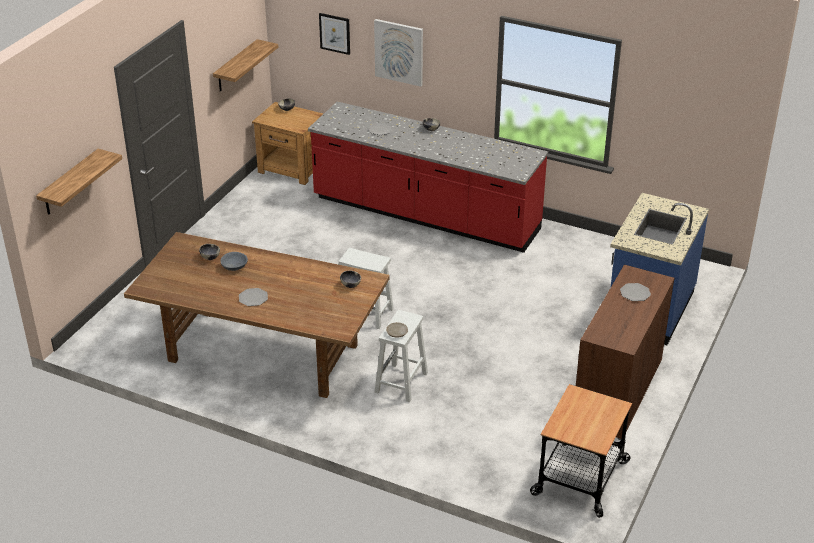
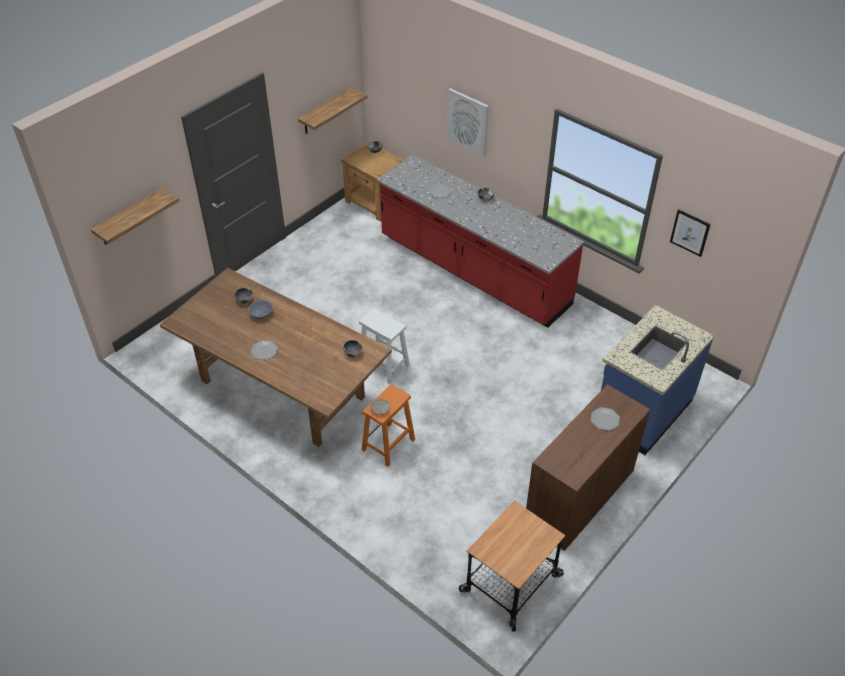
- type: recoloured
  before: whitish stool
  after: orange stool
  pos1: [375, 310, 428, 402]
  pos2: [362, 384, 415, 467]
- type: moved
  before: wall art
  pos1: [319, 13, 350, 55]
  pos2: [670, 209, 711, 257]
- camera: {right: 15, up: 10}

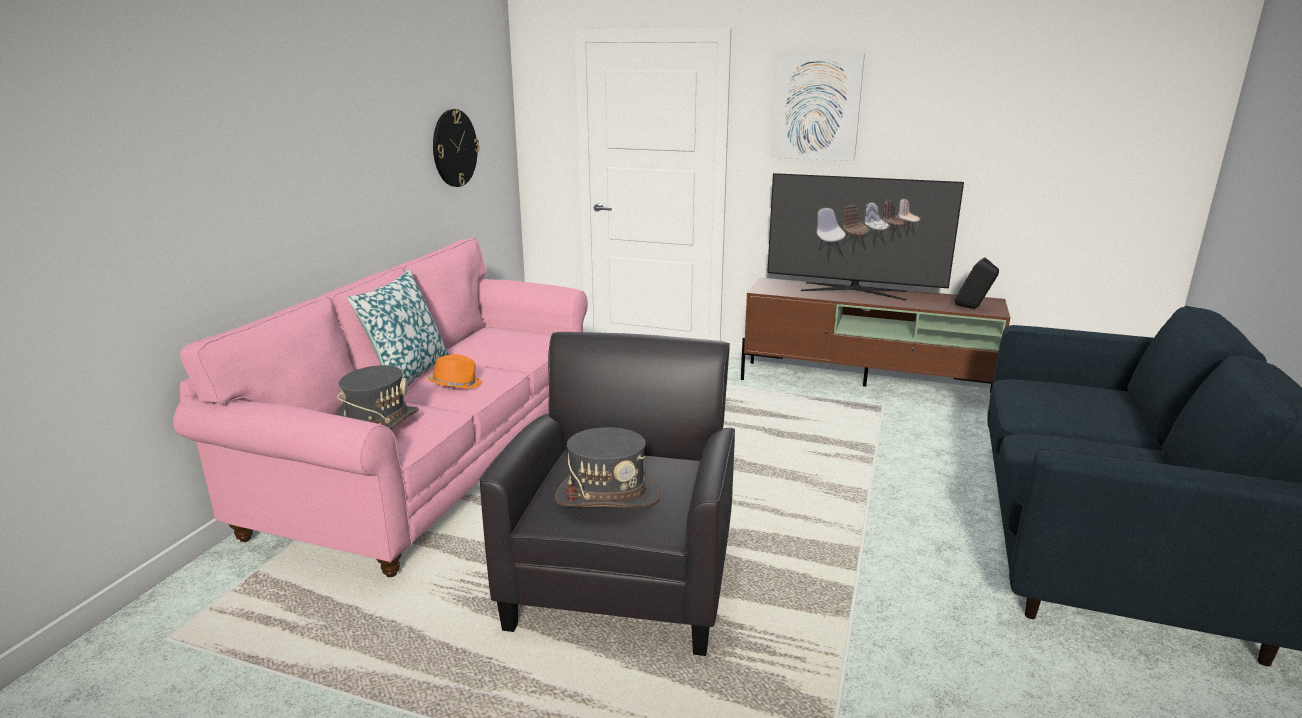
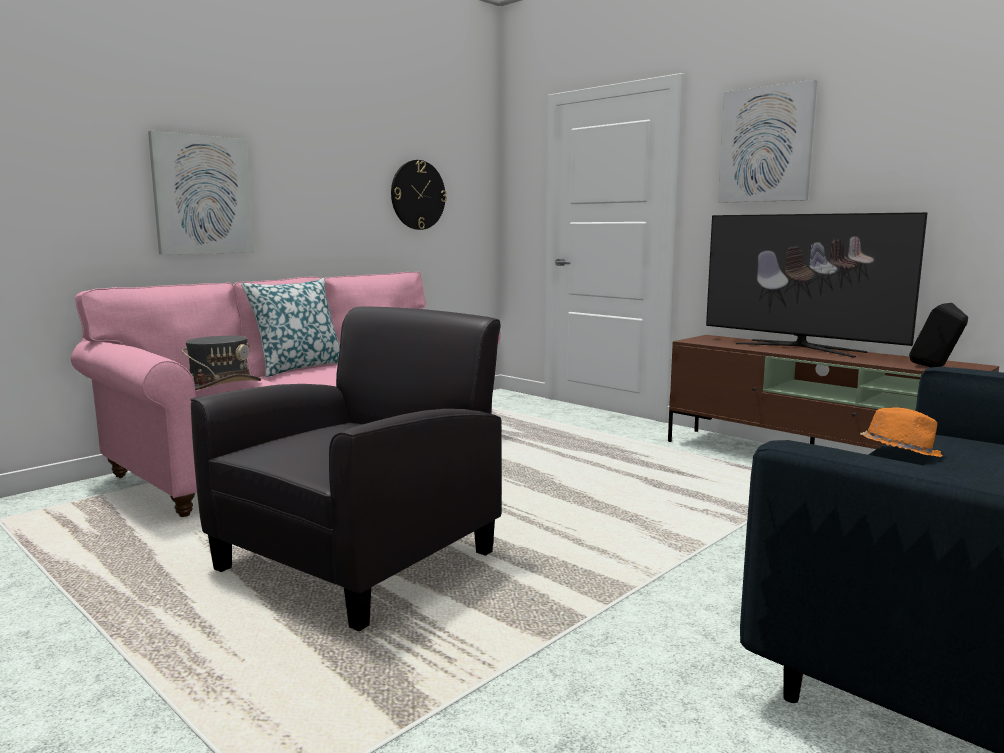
- type: added
  after: wall art
  pos2: [148, 131, 254, 255]
- type: moved
  before: orange hat
  pos1: [428, 354, 483, 389]
  pos2: [860, 407, 943, 457]
- type: removed
  before: gray hat
  pos1: [555, 427, 660, 507]
- camera: {right: 25, up: -10}

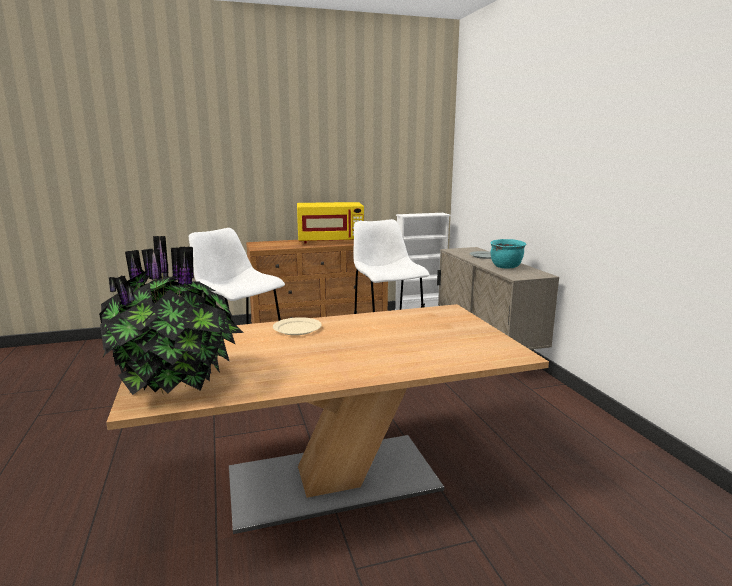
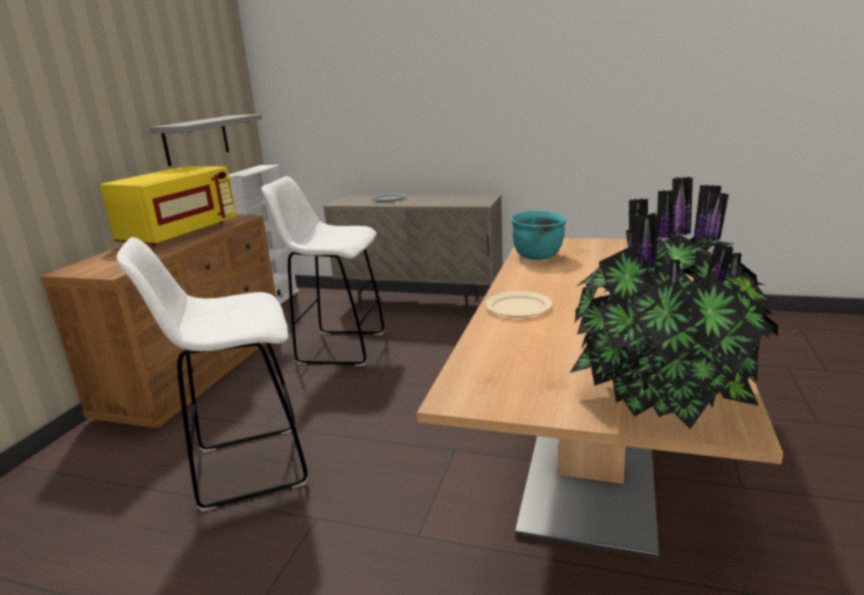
- type: added
  after: gray shelf
  pos2: [149, 114, 262, 166]
- type: moved
  before: blue-green cooking pot
  pos1: [490, 239, 526, 268]
  pos2: [511, 211, 567, 260]
- camera: {right: -55, up: 5}

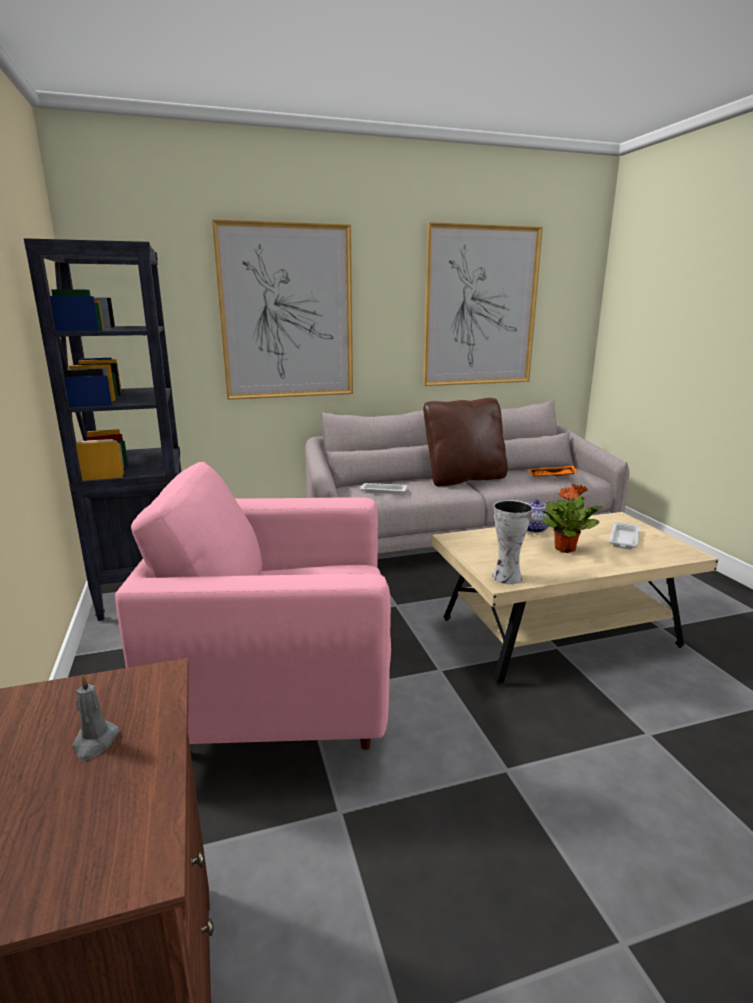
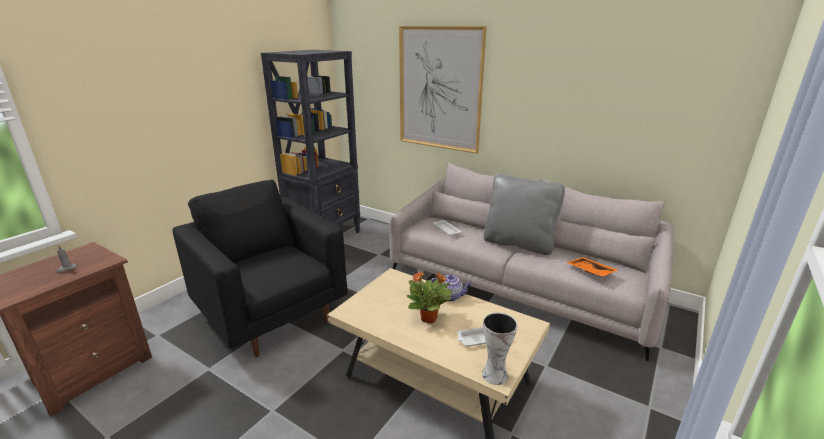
- type: recoloured
  before: pink armchair
  after: black-coloured armchair
  pos1: [115, 462, 391, 750]
  pos2: [172, 179, 348, 357]
- type: moved
  before: flower vase
  pos1: [492, 500, 533, 584]
  pos2: [482, 312, 518, 385]
- type: recoloured
  before: brownish pillow
  after: gray pillow
  pos1: [423, 398, 508, 487]
  pos2: [484, 174, 565, 255]
- type: removed
  before: wall art
  pos1: [423, 222, 543, 386]
- camera: {right: 50, up: 5}

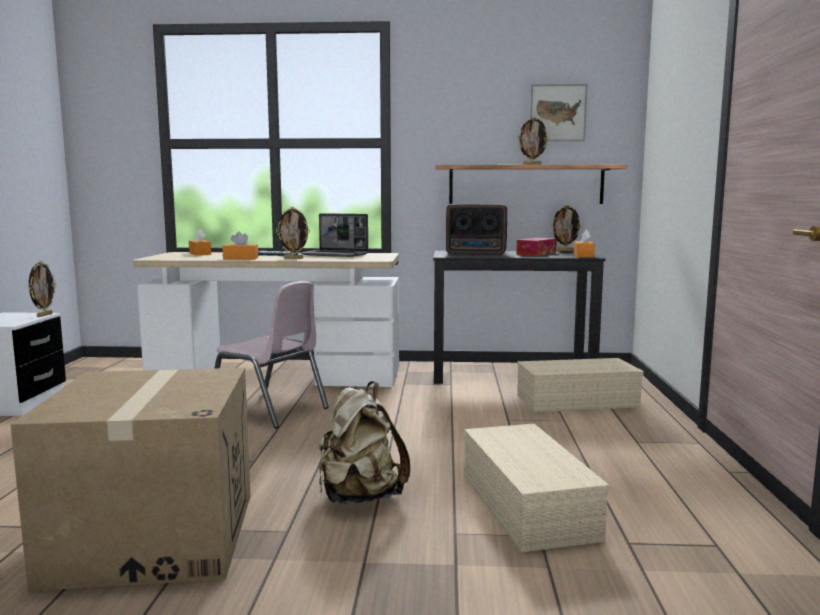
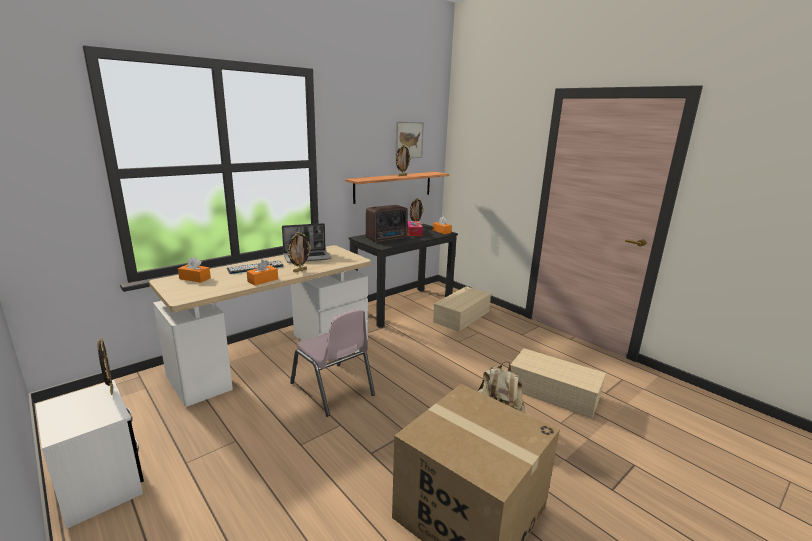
- type: turned
  before: pink upright chair
  pos1: [215, 281, 329, 429]
  pos2: [290, 309, 375, 417]
  turn: 60
- camera: {right: -45, up: 10}

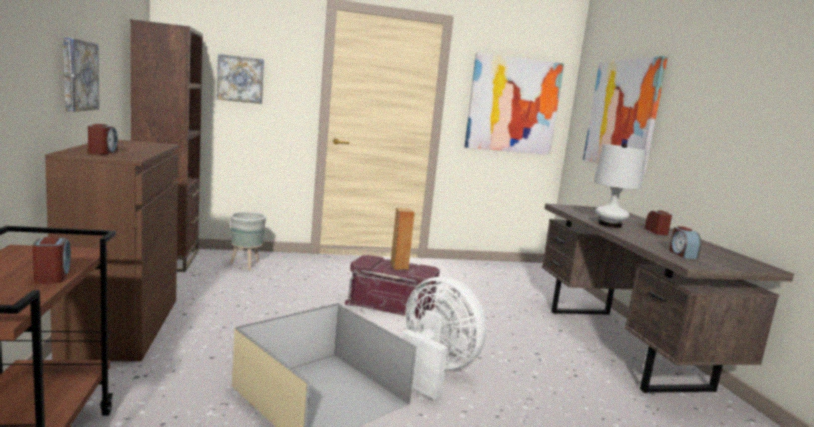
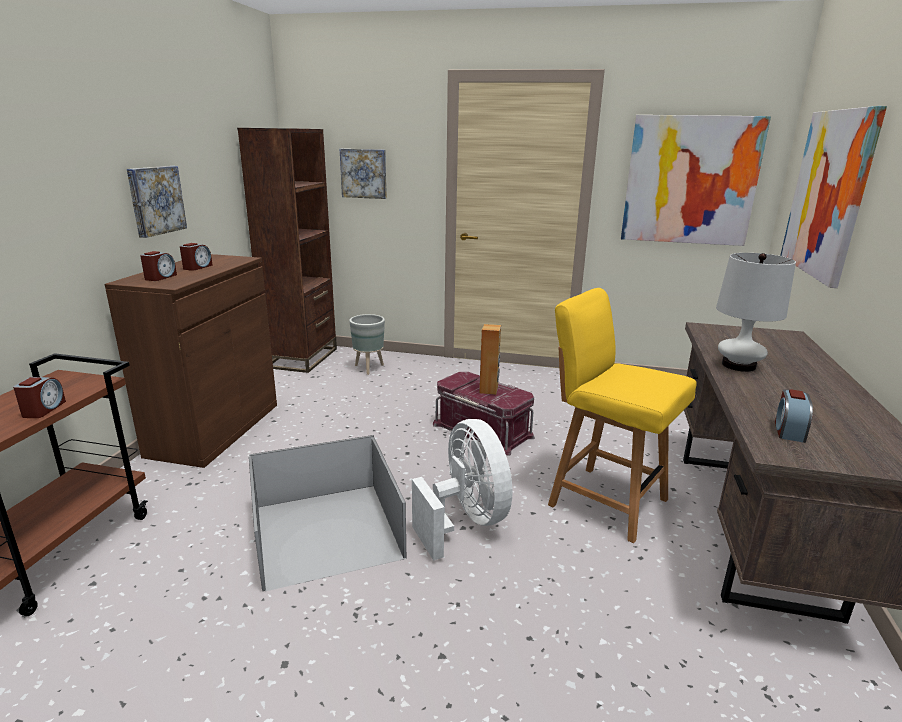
- type: moved
  before: table clock
  pos1: [644, 210, 672, 235]
  pos2: [180, 243, 213, 271]
- type: added
  after: yellow upright chair
  pos2: [548, 288, 697, 543]
- camera: {right: 25, up: 10}

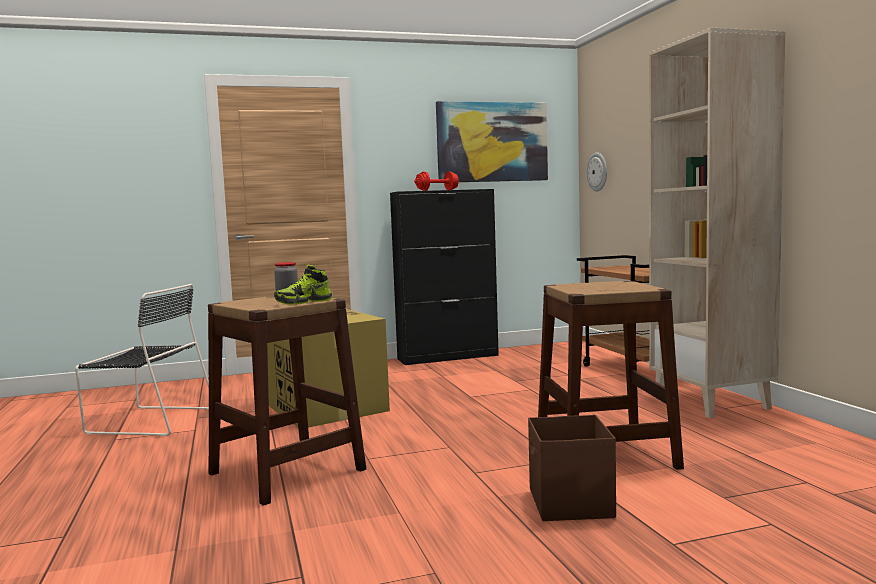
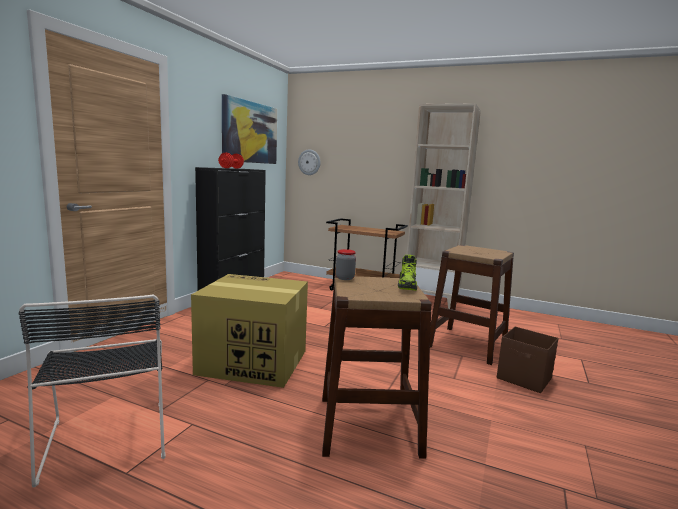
- type: turned
  before: black-coloured upright chair
  pos1: [75, 284, 209, 436]
  pos2: [18, 294, 166, 488]
  turn: 105
- camera: {right: -50, up: 5}

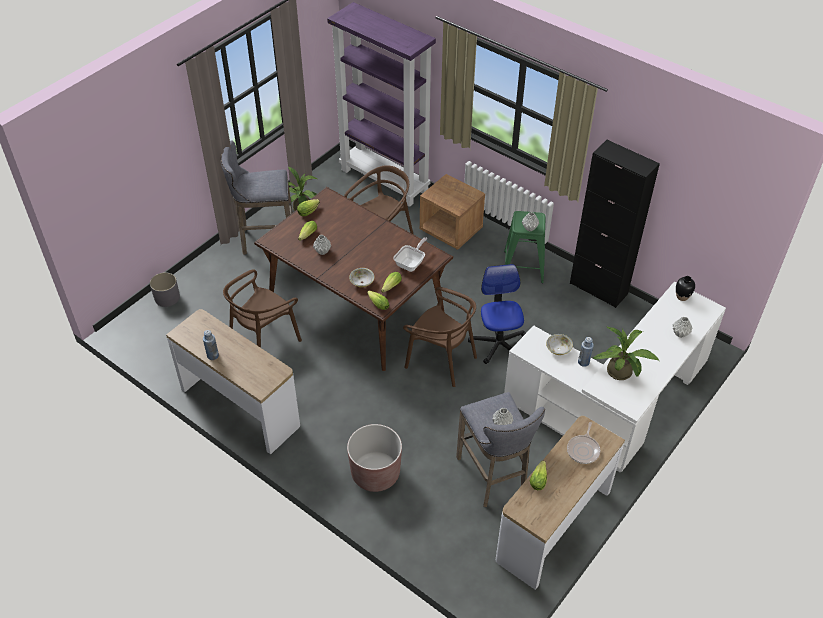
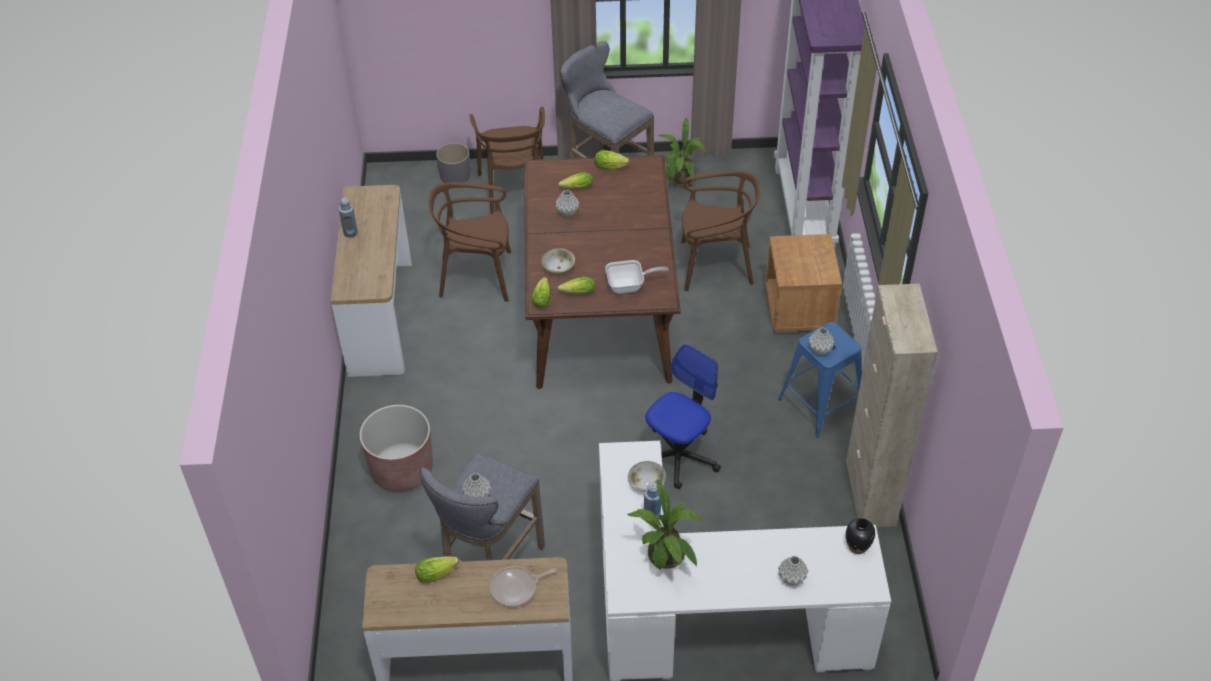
- type: moved
  before: brownish upright chair
  pos1: [403, 287, 477, 387]
  pos2: [470, 107, 545, 214]
- type: recoloured
  before: greenish stool
  after: blue stool
  pos1: [504, 211, 546, 283]
  pos2: [778, 322, 862, 437]
- type: recoloured
  before: black-coloured cupboard
  after: beige cupboard
  pos1: [570, 140, 660, 308]
  pos2: [846, 284, 938, 527]
- camera: {right: 50, up: 0}

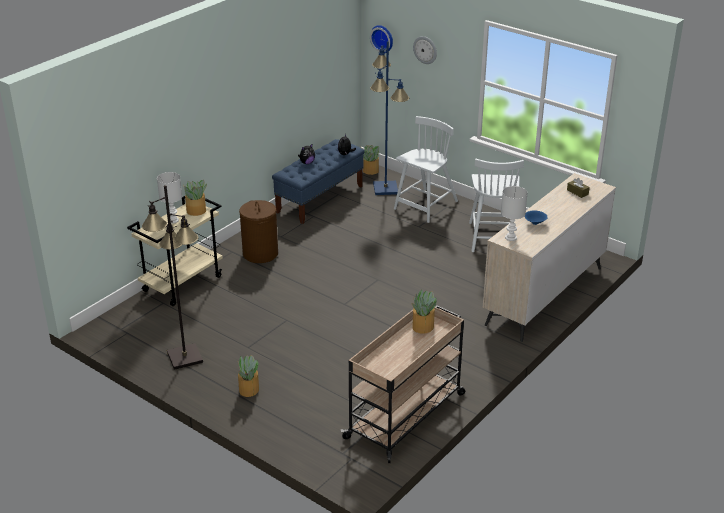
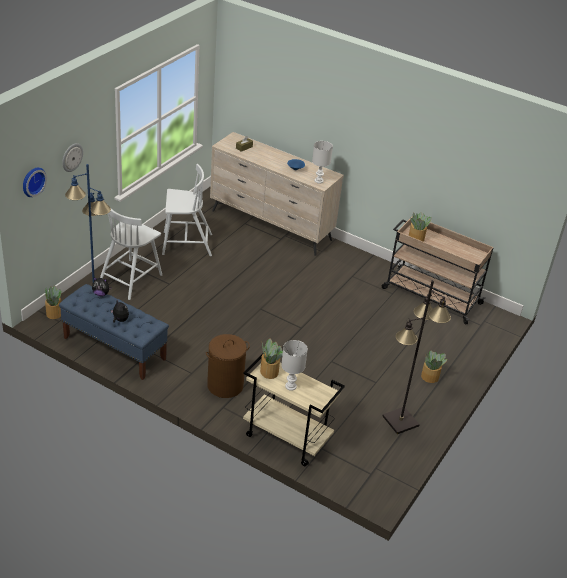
- type: turned
  before: whitish upright chair
  pos1: [394, 116, 458, 223]
  pos2: [100, 203, 162, 300]
  turn: -90
- camera: {right: -100, up: 5}

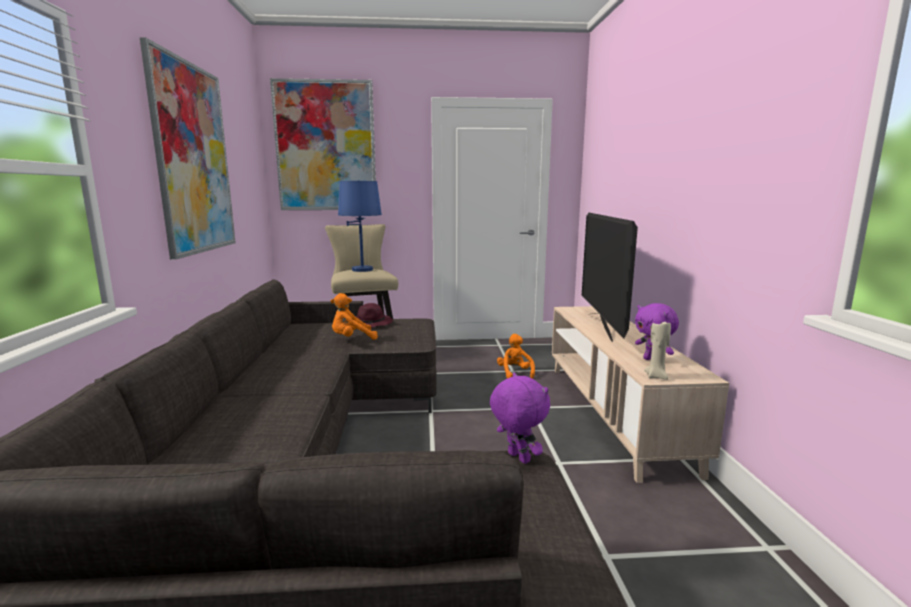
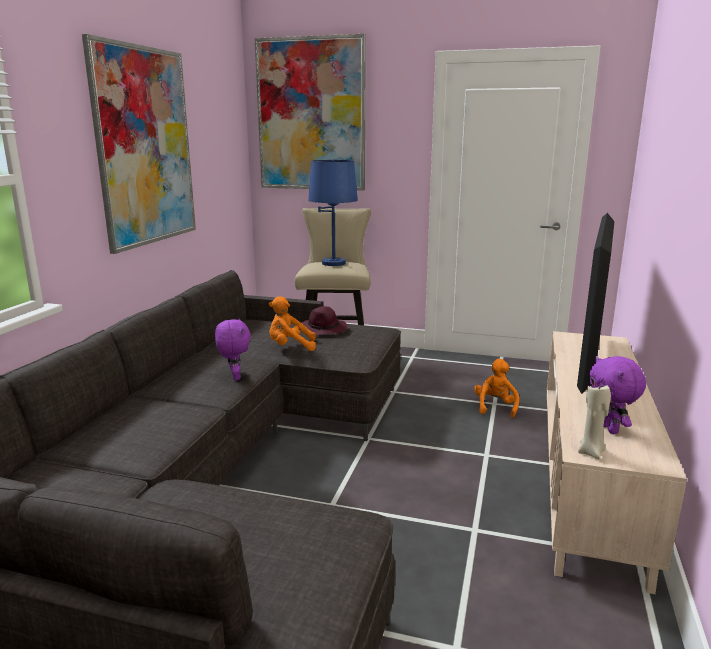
- type: moved
  before: purple-coloured plush toy
  pos1: [490, 373, 550, 464]
  pos2: [215, 318, 251, 380]
- camera: {right: 20, up: 5}

